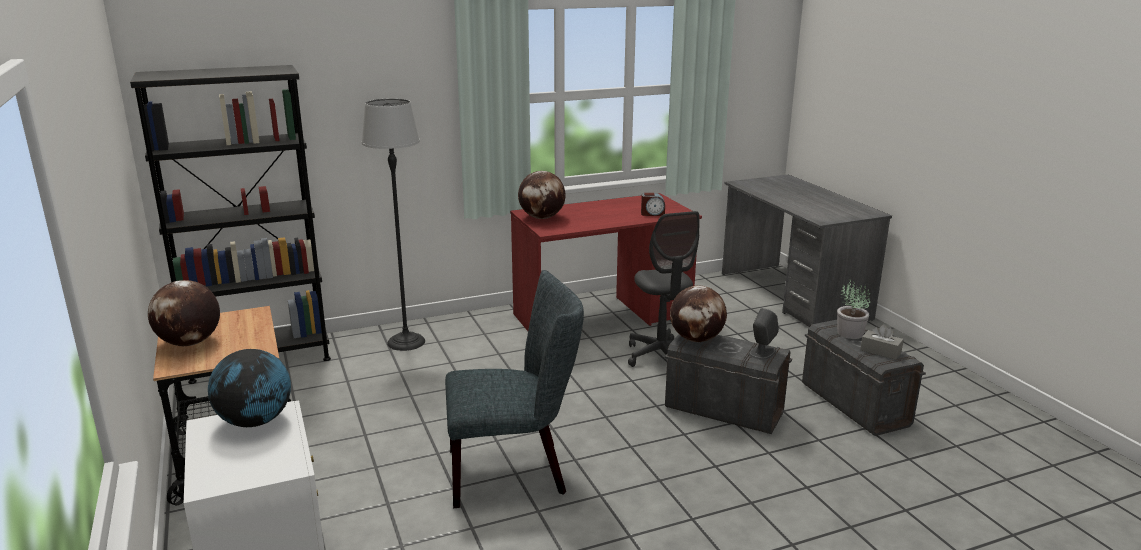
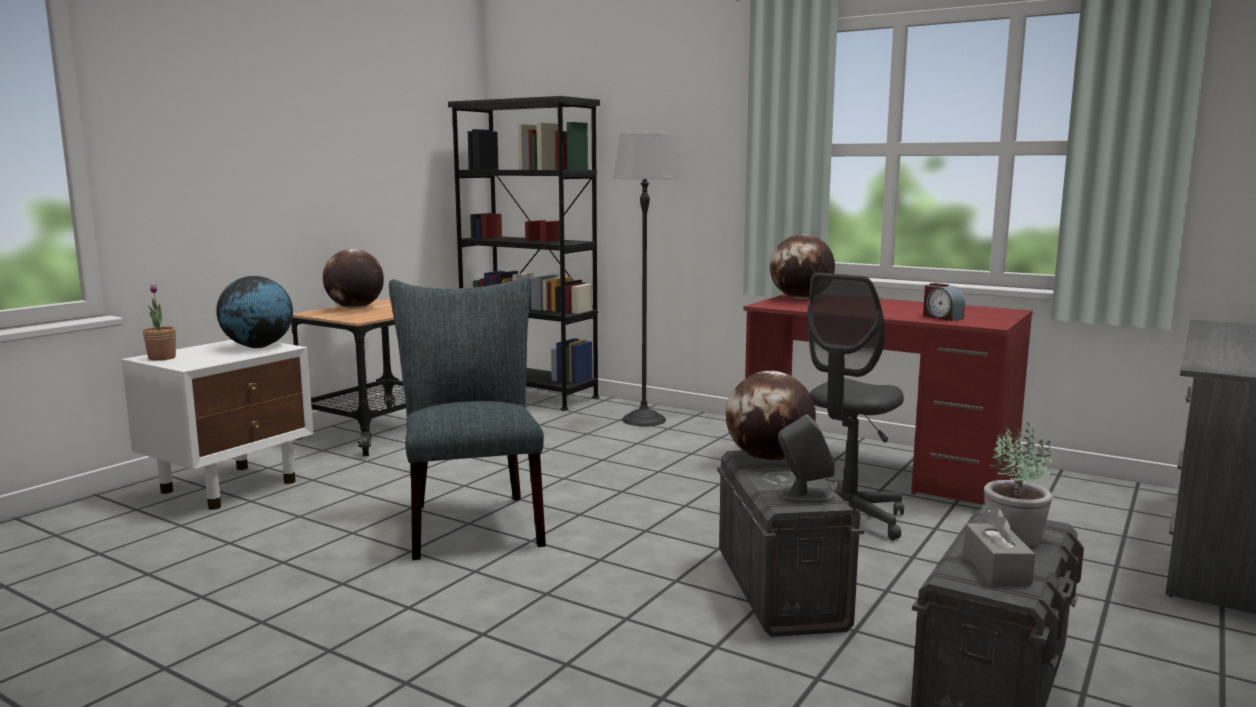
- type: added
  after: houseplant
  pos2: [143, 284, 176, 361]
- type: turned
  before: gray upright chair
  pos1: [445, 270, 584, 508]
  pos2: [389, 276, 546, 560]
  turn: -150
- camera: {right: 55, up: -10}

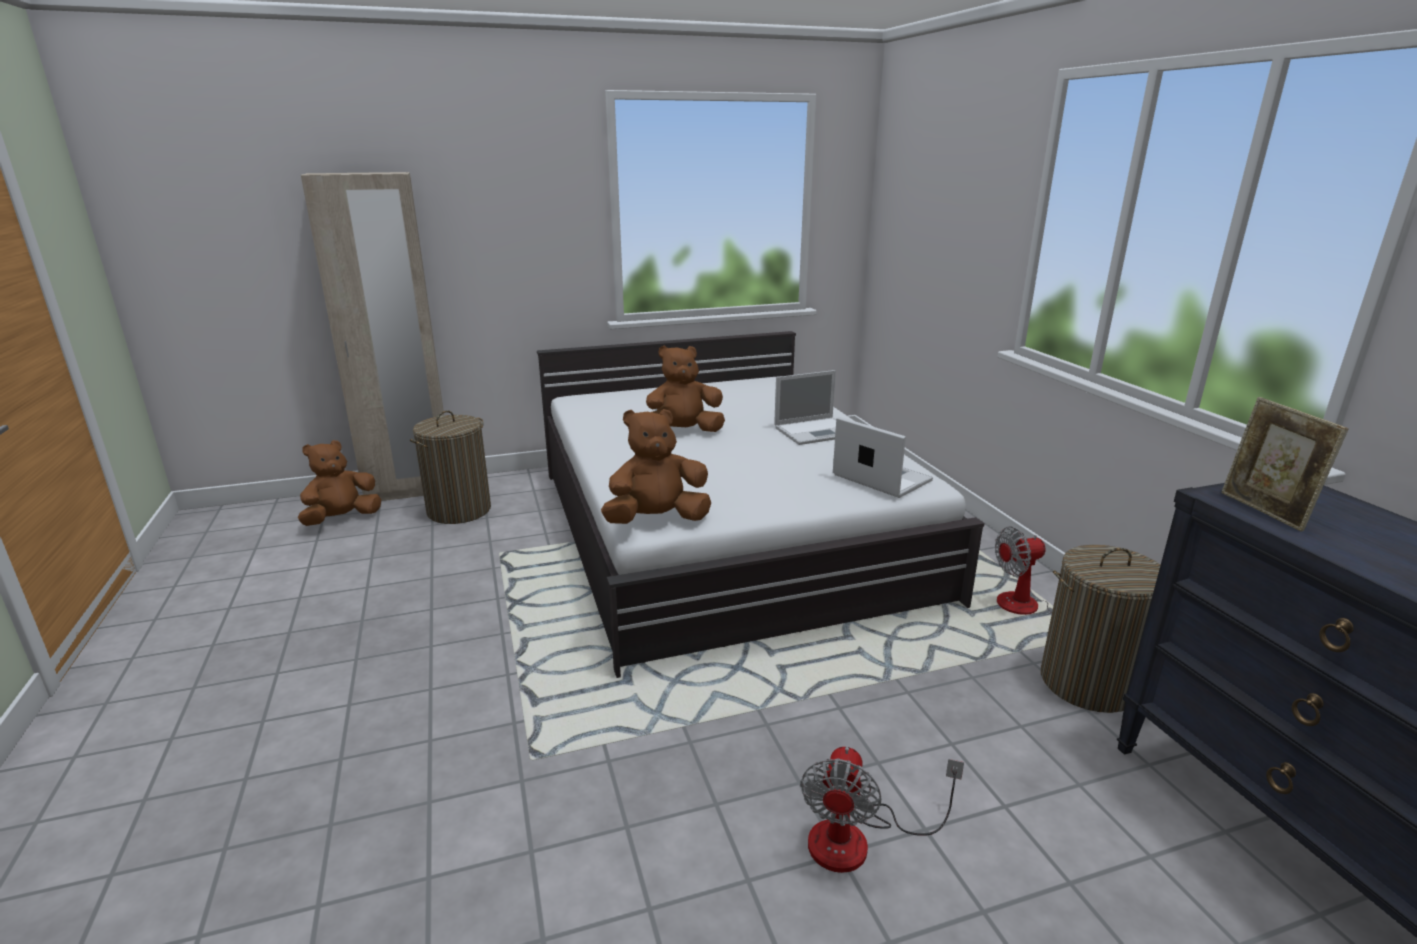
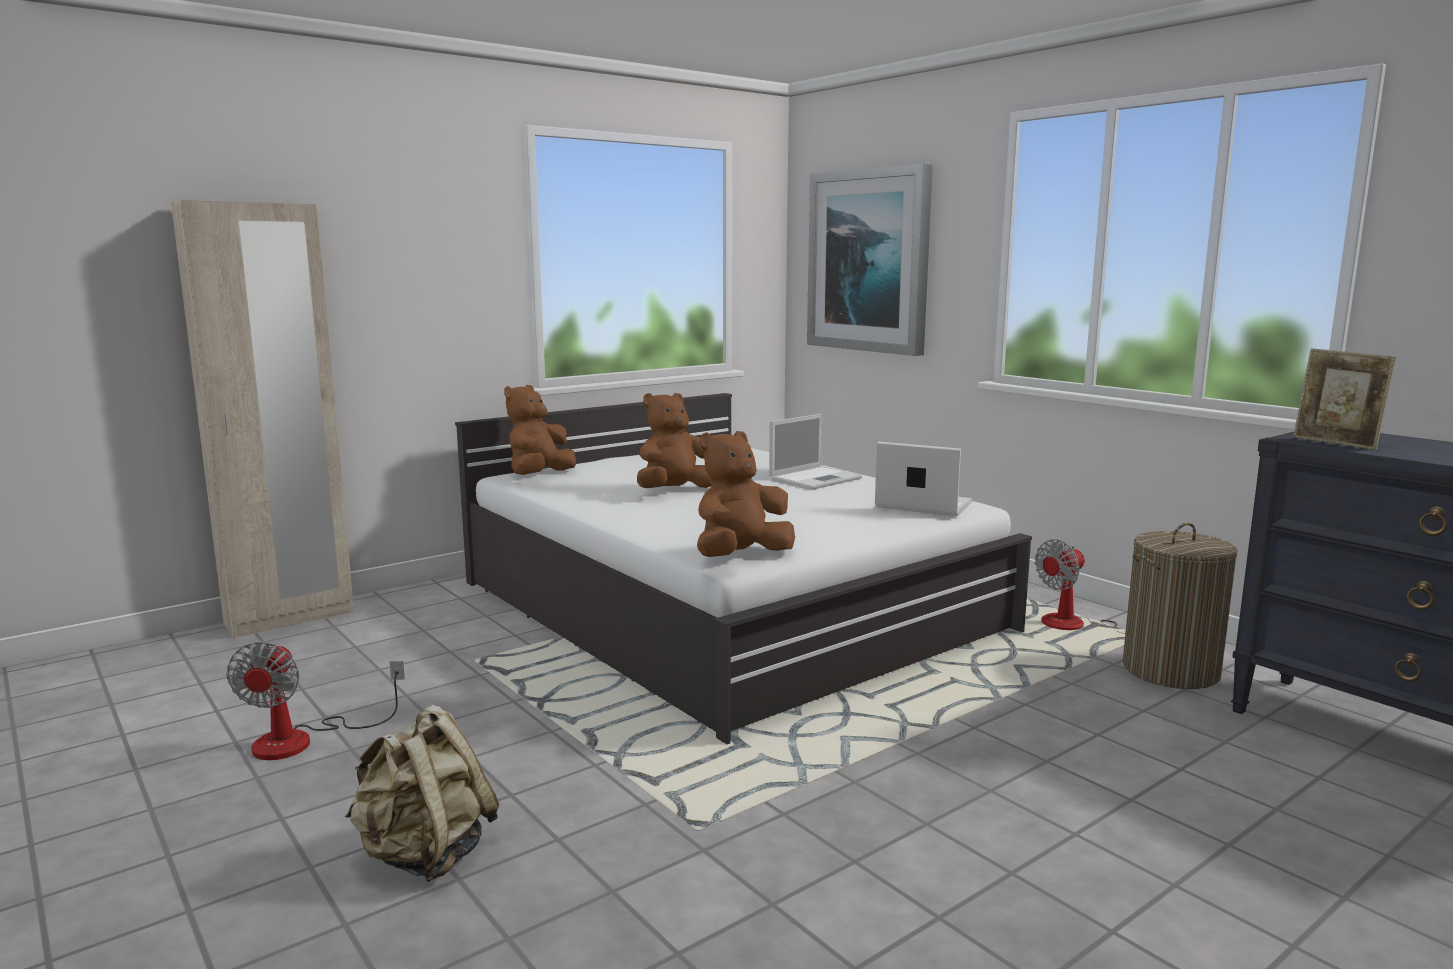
- type: moved
  before: electric fan
  pos1: [800, 747, 964, 873]
  pos2: [226, 642, 405, 760]
- type: added
  after: beige knapsack
  pos2: [345, 705, 499, 882]
- type: moved
  before: brownish plush toy
  pos1: [298, 440, 381, 526]
  pos2: [504, 385, 576, 475]
- type: added
  after: wall art
  pos2: [807, 163, 933, 356]
- type: removed
  before: laundry basket
  pos1: [410, 410, 491, 524]
- camera: {right: -20, up: -10}

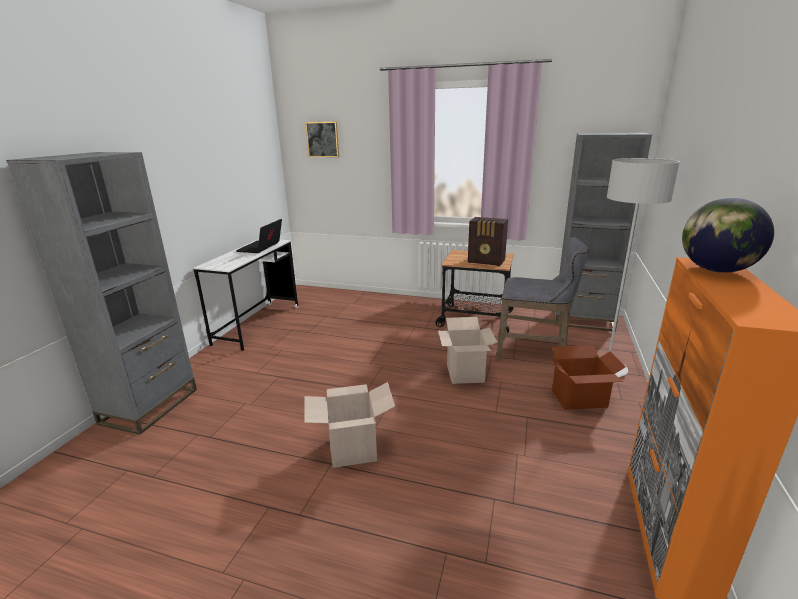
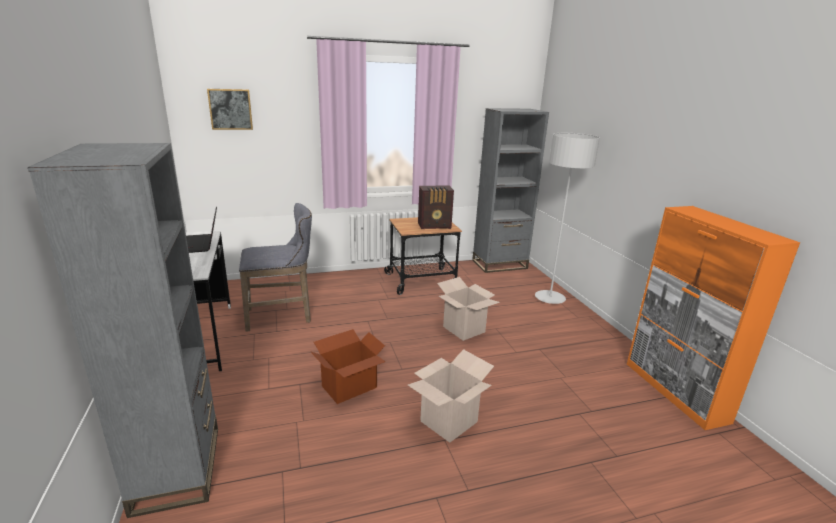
- type: moved
  before: gray stool
  pos1: [496, 237, 588, 360]
  pos2: [239, 203, 312, 332]
- type: moved
  before: cardboard box
  pos1: [548, 345, 625, 410]
  pos2: [311, 329, 386, 404]
- type: removed
  before: globe
  pos1: [682, 198, 774, 273]
- camera: {right: -35, up: 0}

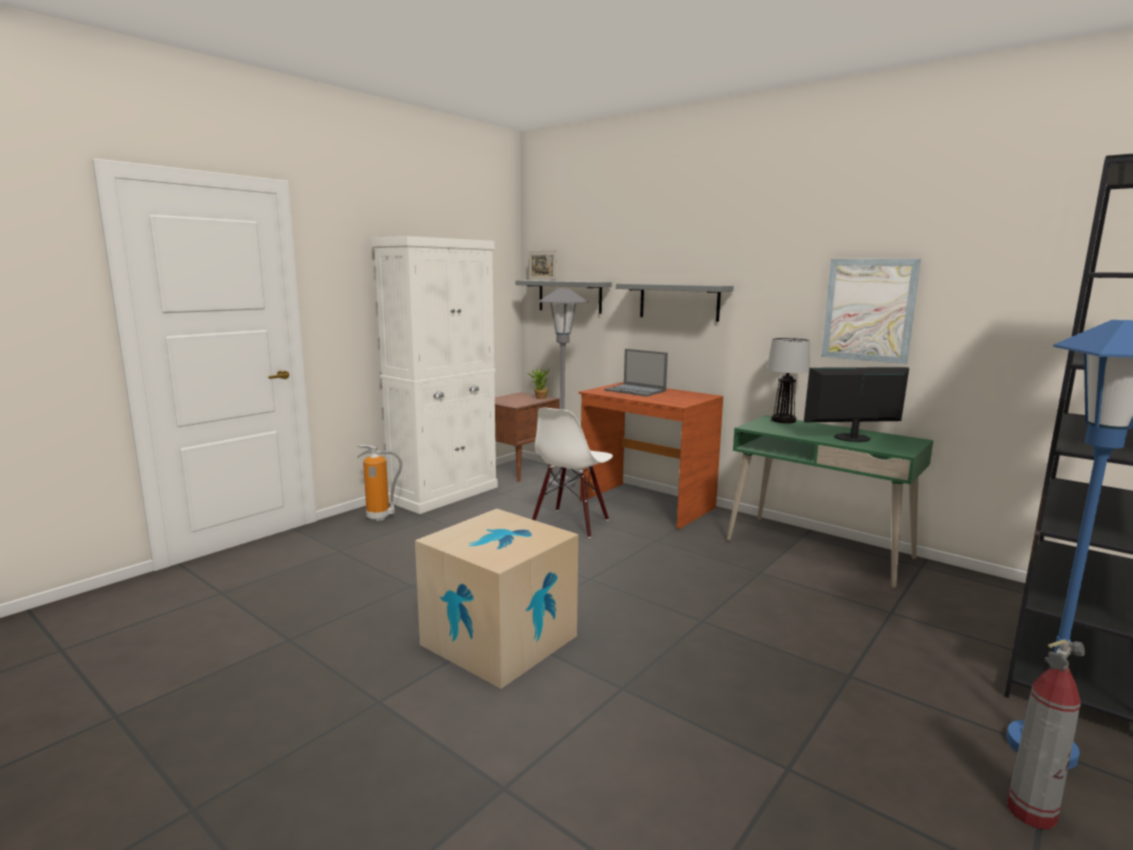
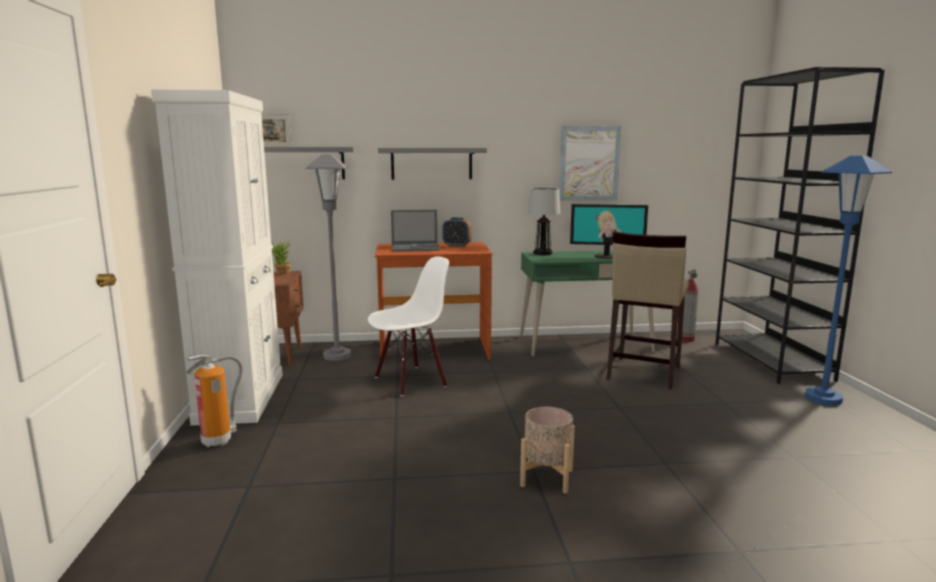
- type: turned
  before: whitish upright chair
  pos1: [532, 408, 613, 538]
  pos2: [368, 256, 449, 396]
  turn: -105
- type: added
  after: table clock
  pos2: [443, 217, 472, 247]
- type: replaced
  before: cardboard box
  after: beige planter
  pos1: [415, 509, 578, 689]
  pos2: [520, 407, 575, 493]
- type: turned
  before: computer display
  pos1: [804, 367, 909, 442]
  pos2: [570, 204, 648, 259]
  turn: -120
- type: added
  after: beige stool
  pos2: [607, 232, 689, 389]
- type: moved
  before: extinguisher
  pos1: [1007, 639, 1085, 829]
  pos2: [682, 269, 698, 342]
- camera: {right: -45, up: 0}

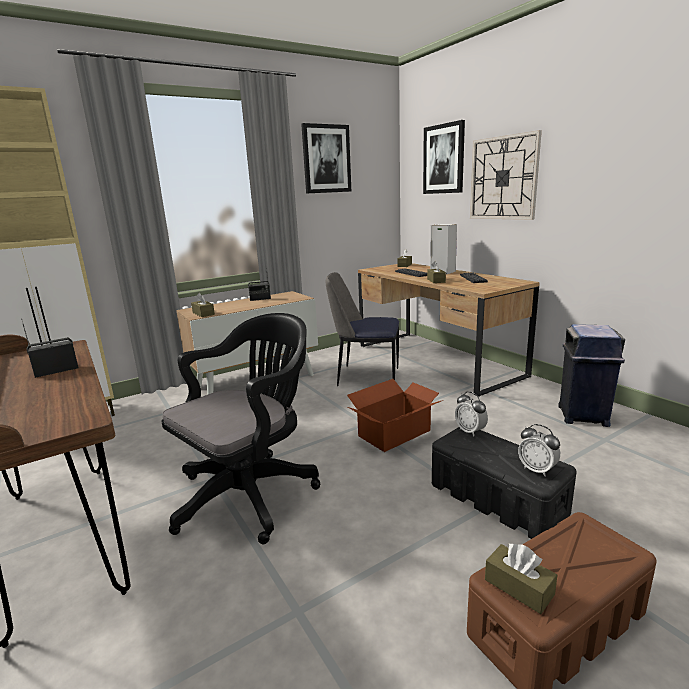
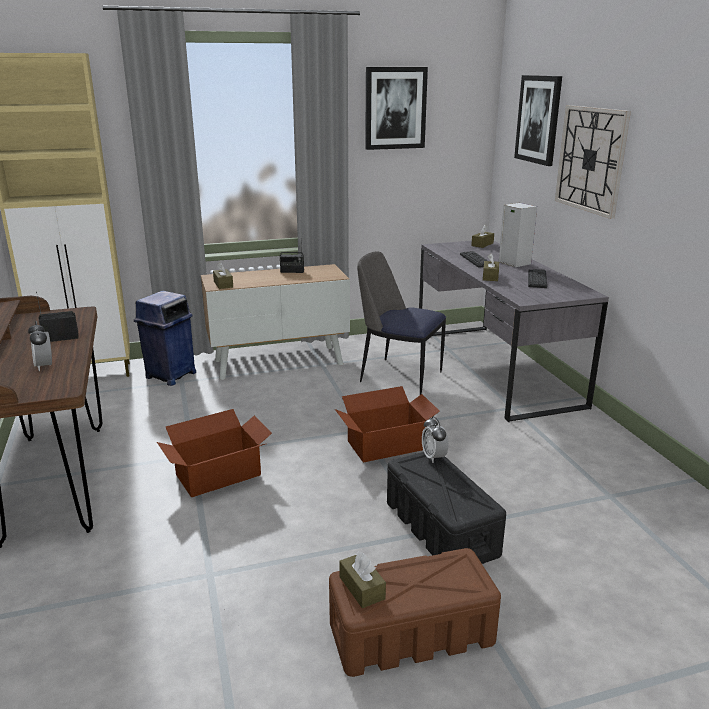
- type: moved
  before: table clock
  pos1: [518, 424, 560, 477]
  pos2: [28, 321, 52, 371]
- type: moved
  before: blue trash can
  pos1: [558, 324, 625, 427]
  pos2: [134, 291, 196, 386]
- type: replaced
  before: black-coloured desk chair
  after: cardboard box
  pos1: [161, 313, 321, 544]
  pos2: [157, 409, 272, 497]
- type: recoloured
  before: brownish desk unit
  after: gray desk unit
  pos1: [358, 263, 540, 397]
  pos2: [419, 241, 609, 422]
- camera: {right: 15, up: 5}

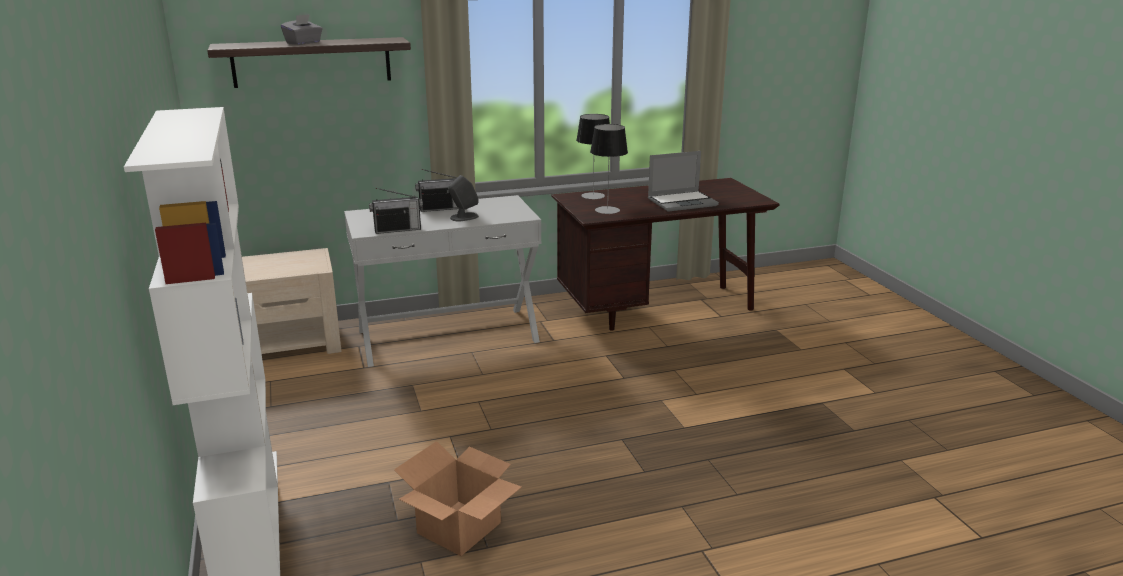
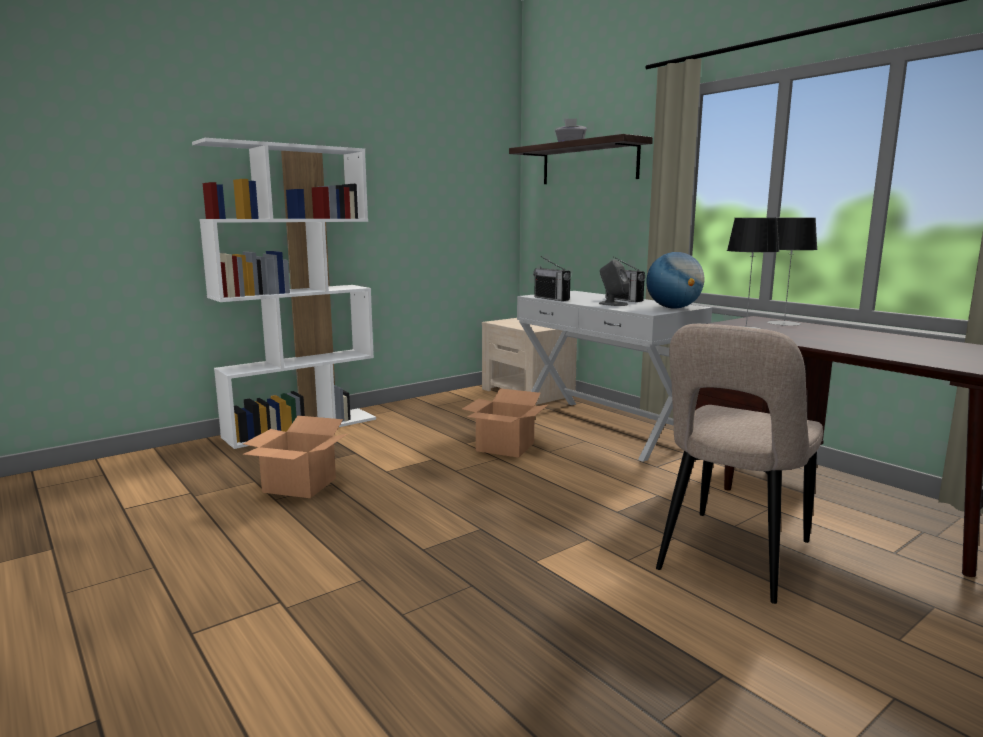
- type: added
  after: cardboard box
  pos2: [462, 388, 549, 458]
- type: added
  after: globe
  pos2: [646, 252, 704, 309]
- type: added
  after: beige upright chair
  pos2: [656, 324, 823, 604]
- type: removed
  before: laptop
  pos1: [648, 151, 719, 212]
- camera: {right: 70, up: -10}

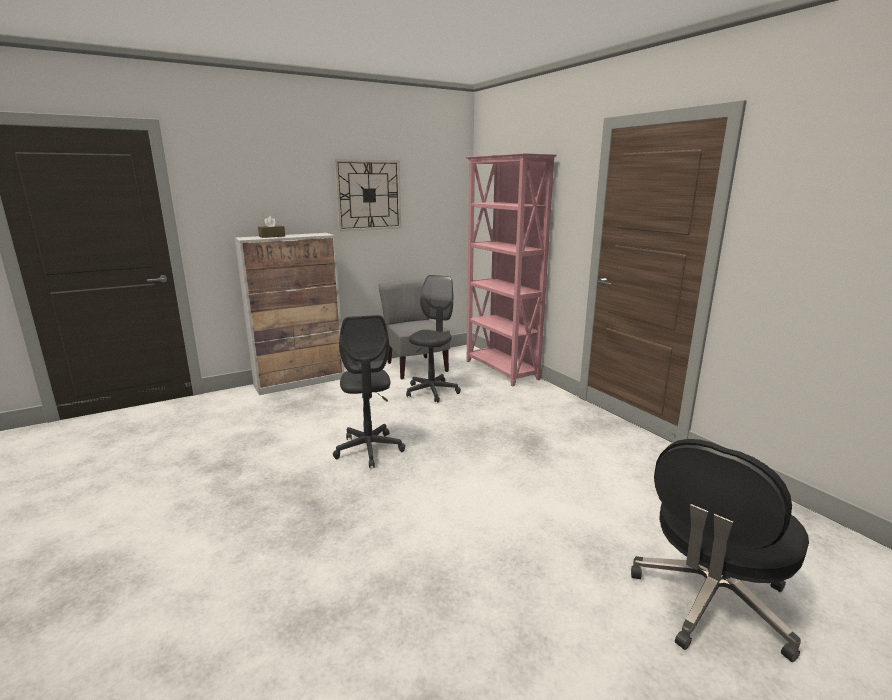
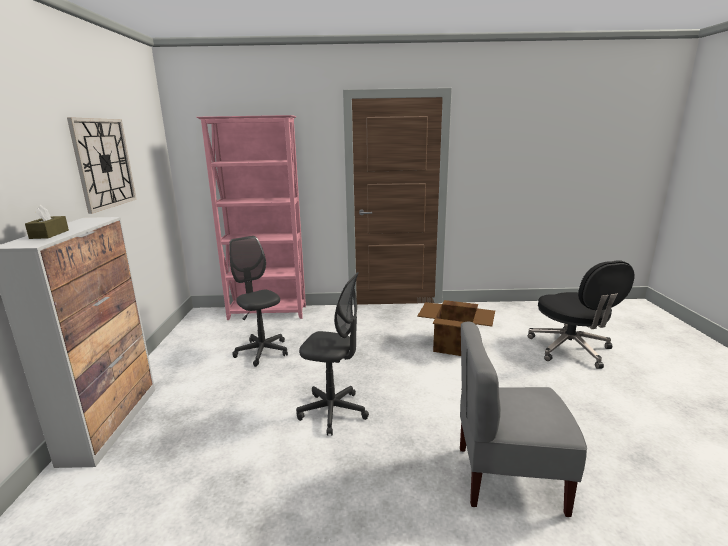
- type: added
  after: cardboard box
  pos2: [417, 300, 495, 356]
- type: moved
  before: gray upright chair
  pos1: [378, 280, 450, 380]
  pos2: [460, 322, 587, 517]
- camera: {right: -60, up: 0}

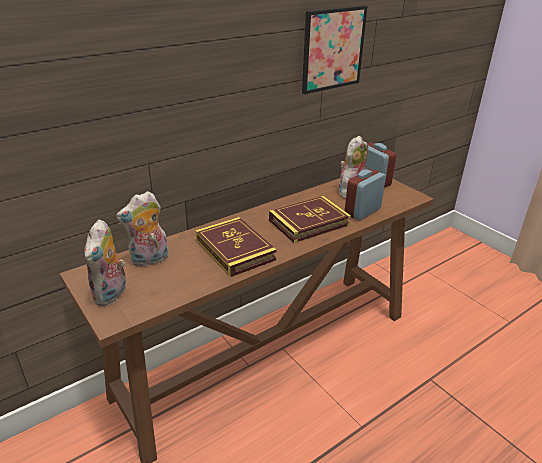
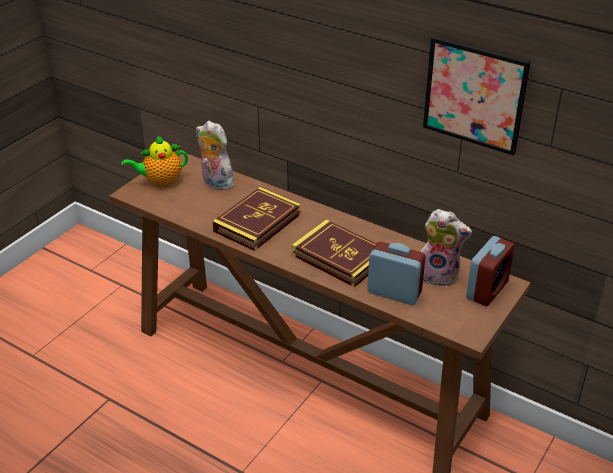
- type: replaced
  before: plush toy
  after: teapot
  pos1: [84, 219, 126, 306]
  pos2: [121, 135, 188, 187]
- camera: {right: 70, up: 5}

